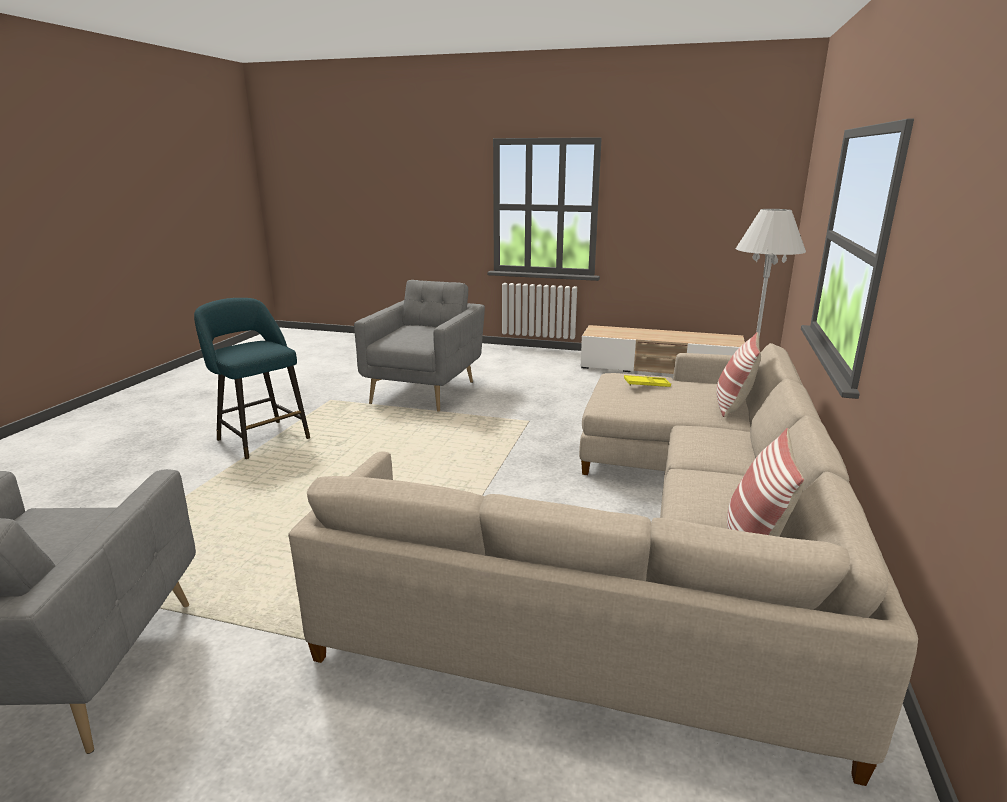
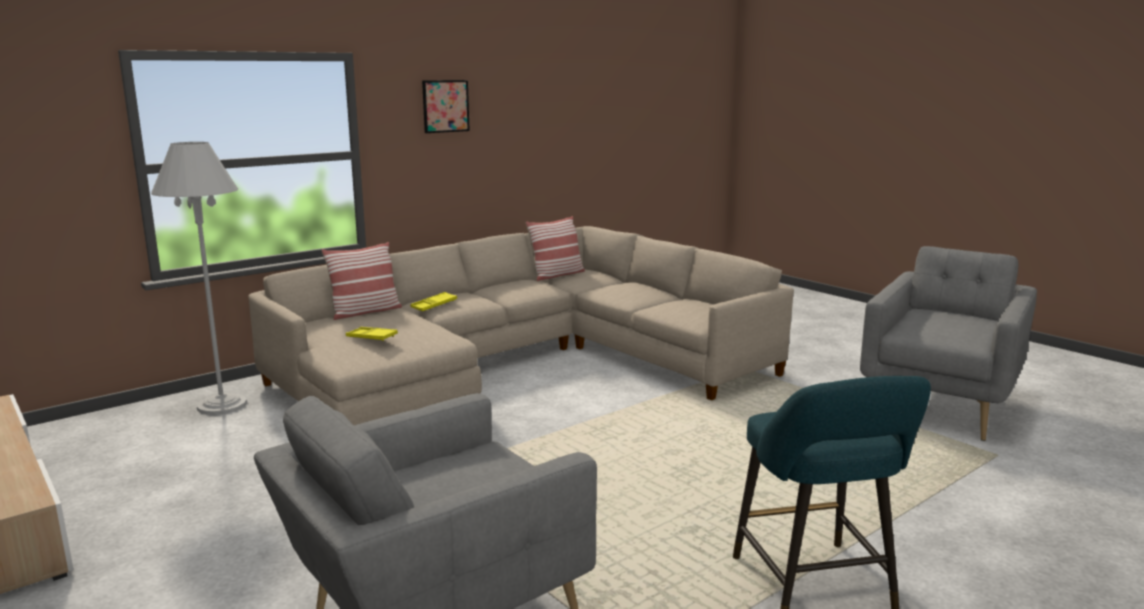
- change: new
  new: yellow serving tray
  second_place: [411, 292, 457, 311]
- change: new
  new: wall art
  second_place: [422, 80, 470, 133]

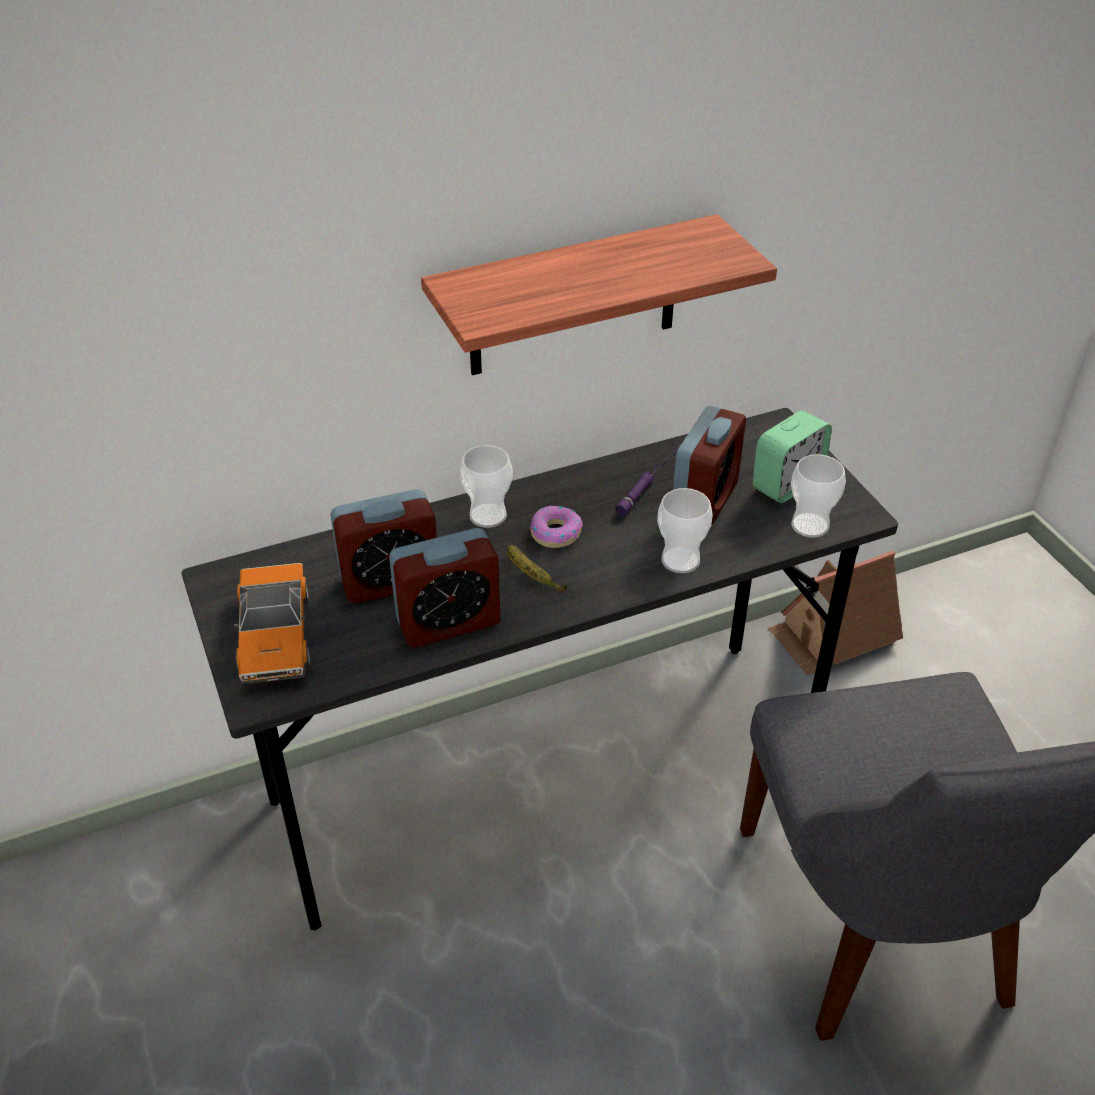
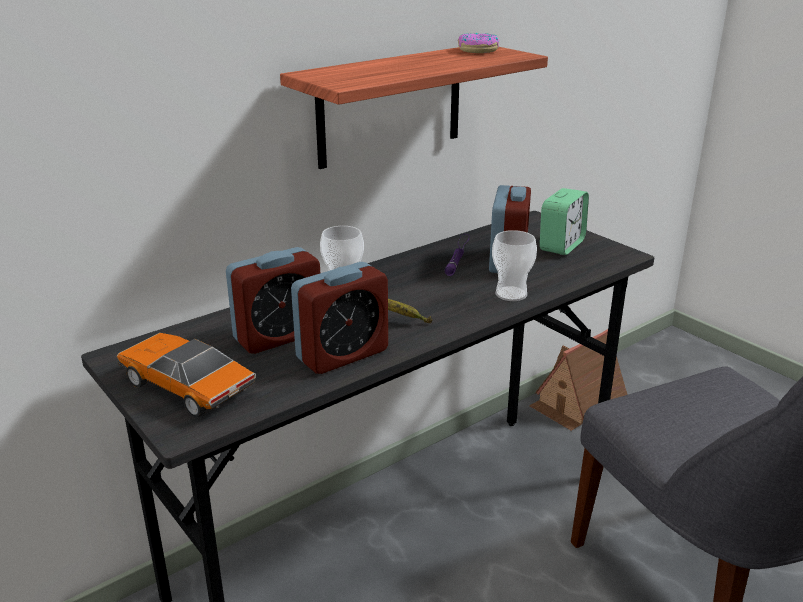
- change: rotated
  old: model car
  first_place: [234, 563, 310, 684]
  second_place: [117, 333, 256, 417]
  degrees: 150
- change: shifted
  old: donut
  first_place: [530, 506, 583, 548]
  second_place: [458, 33, 499, 53]
- change: gone
  old: small cup
  first_place: [791, 454, 846, 538]

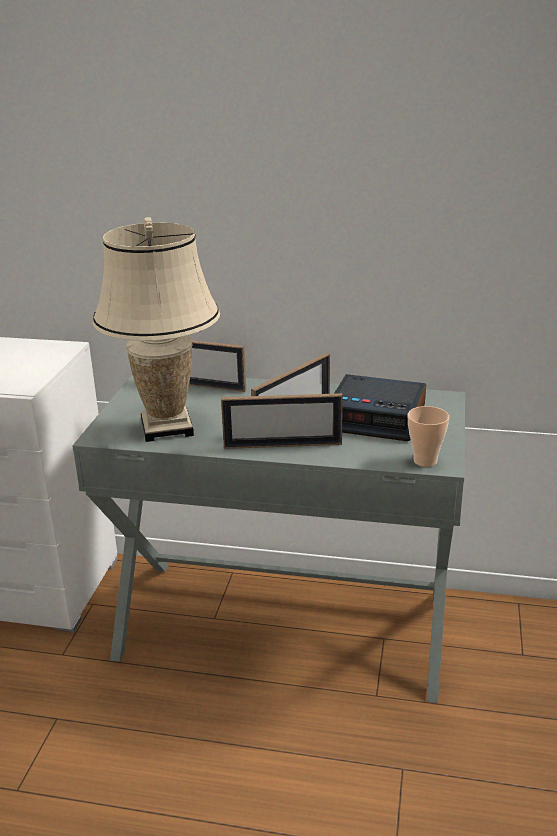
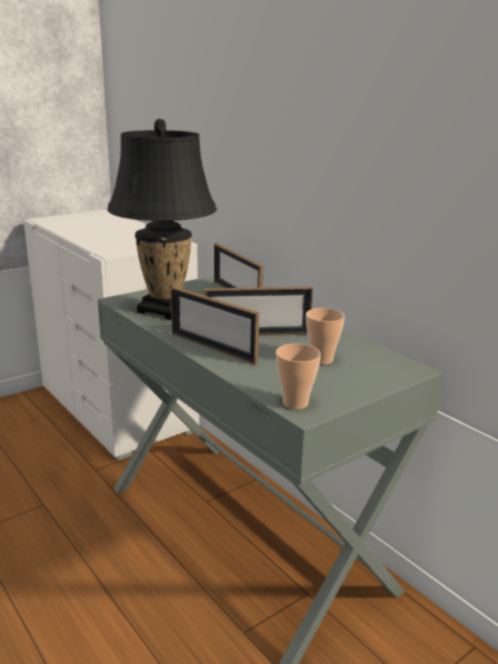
- change: repainted
  old: sand-coloured table lamp
  new: blackish table lamp
  first_place: [92, 217, 220, 442]
  second_place: [107, 119, 217, 320]
- change: swapped
  old: table clock
  new: small cup
  first_place: [334, 374, 426, 441]
  second_place: [306, 308, 345, 365]

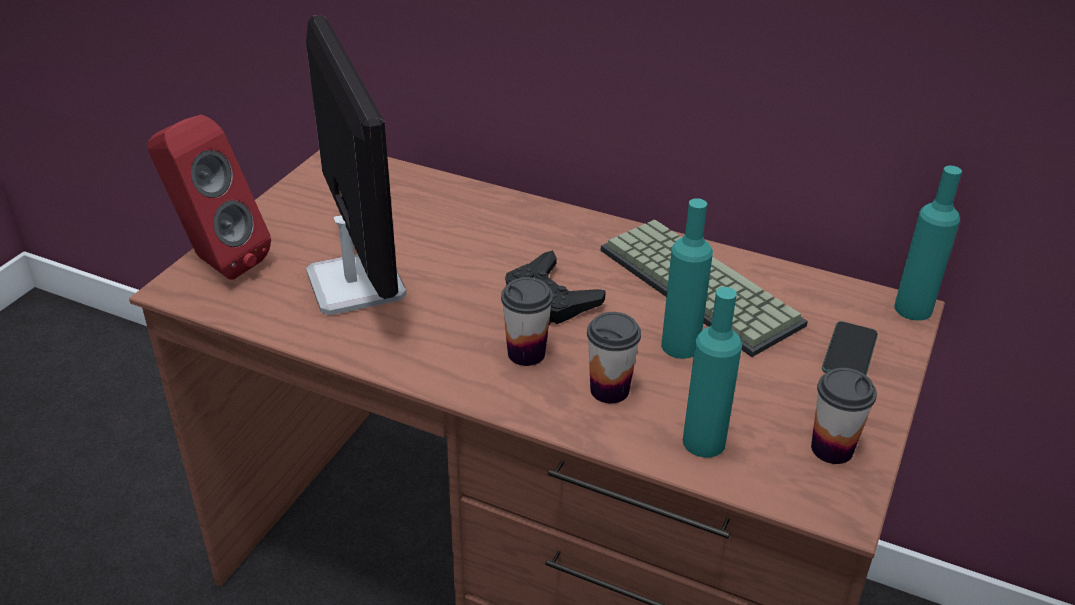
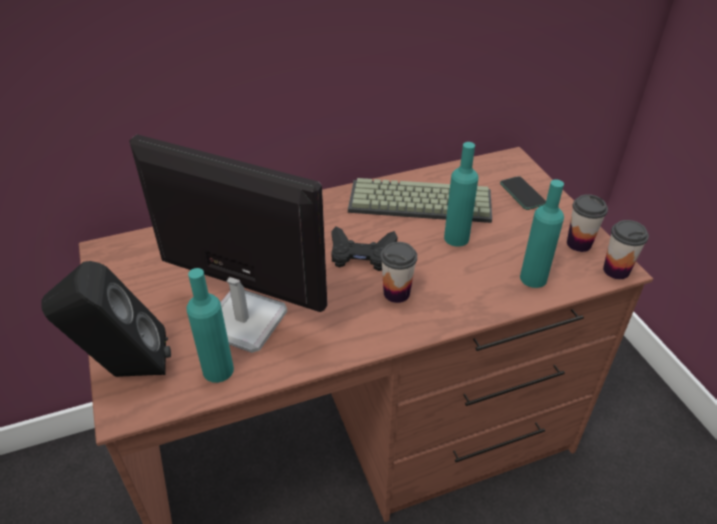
- change: repainted
  old: red audio speaker
  new: blackish audio speaker
  first_place: [148, 114, 271, 280]
  second_place: [41, 261, 171, 377]
- change: shifted
  old: small cup
  first_place: [587, 312, 641, 404]
  second_place: [603, 220, 649, 279]
- change: shifted
  old: turquoise bottle
  first_place: [894, 166, 962, 321]
  second_place: [186, 268, 234, 383]

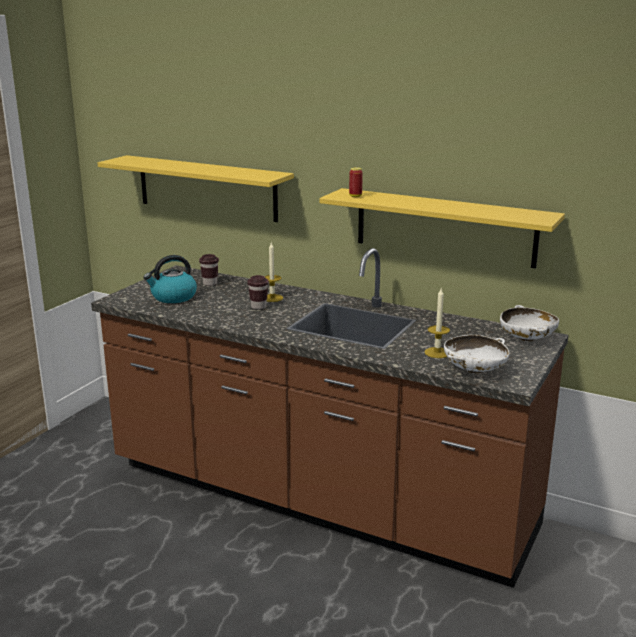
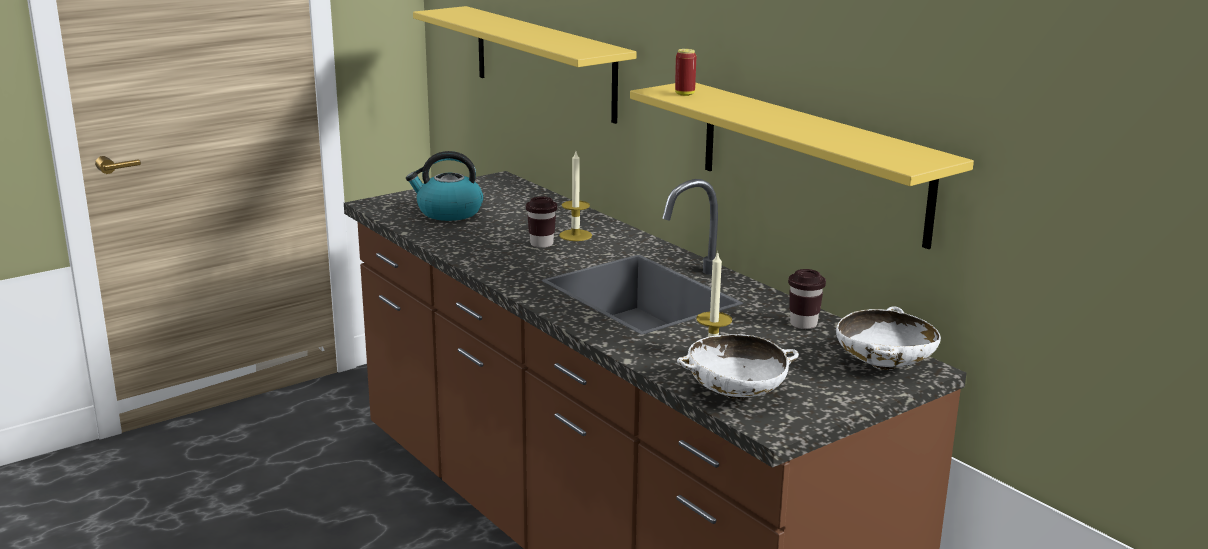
- change: shifted
  old: brownish small cup
  first_place: [199, 254, 219, 286]
  second_place: [788, 269, 826, 329]

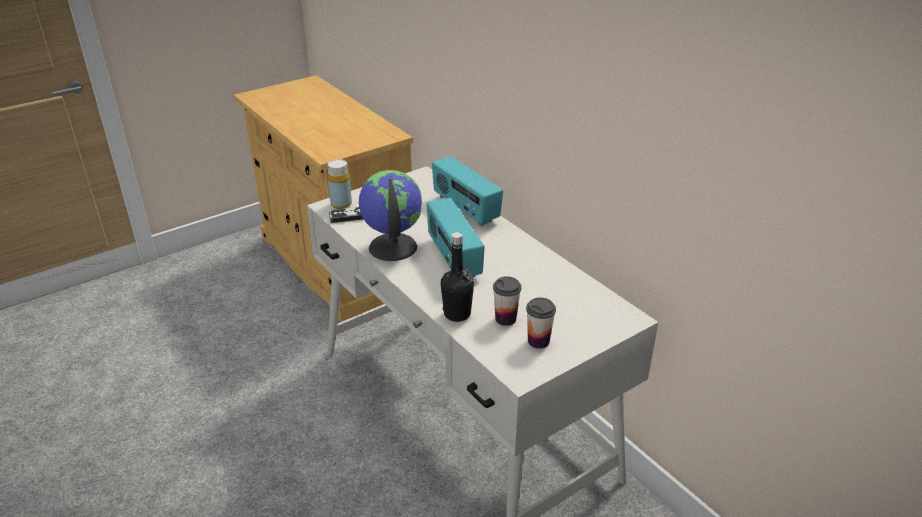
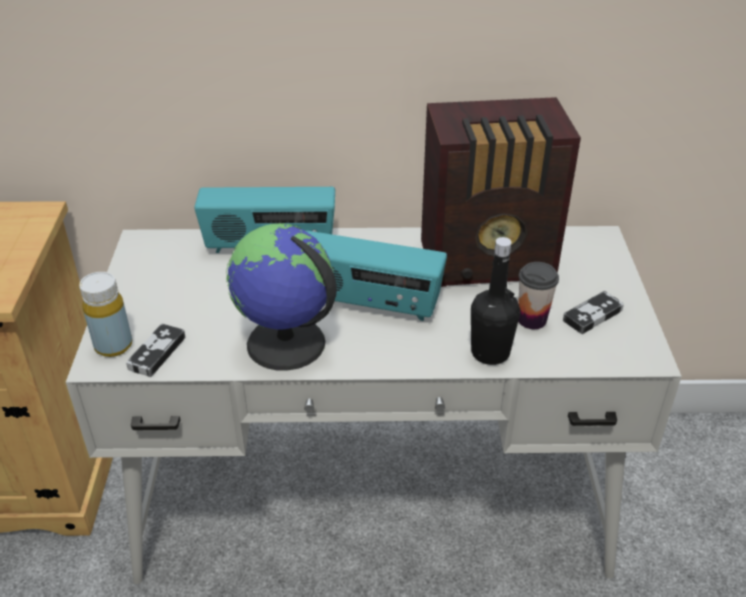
- change: swapped
  old: small cup
  new: gamepad
  first_place: [526, 297, 556, 349]
  second_place: [563, 291, 624, 334]
- change: new
  new: radio set
  second_place: [421, 97, 581, 287]

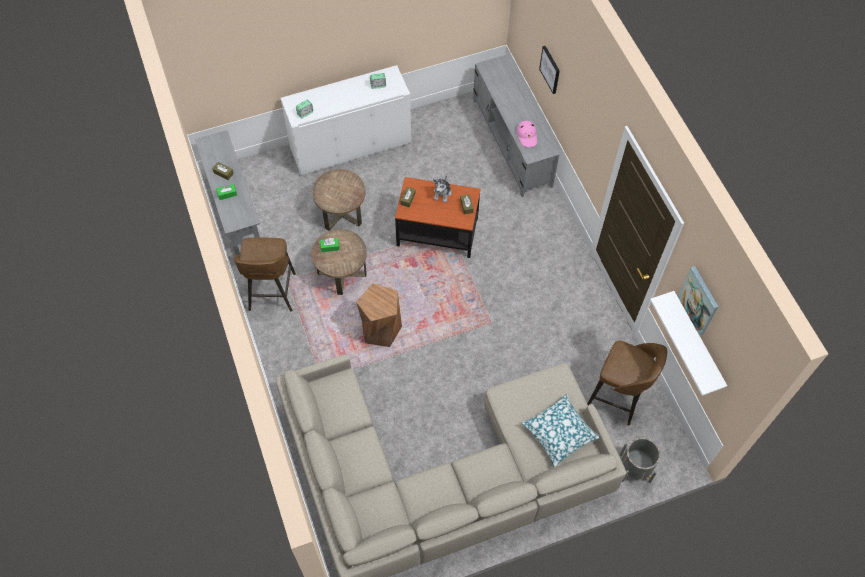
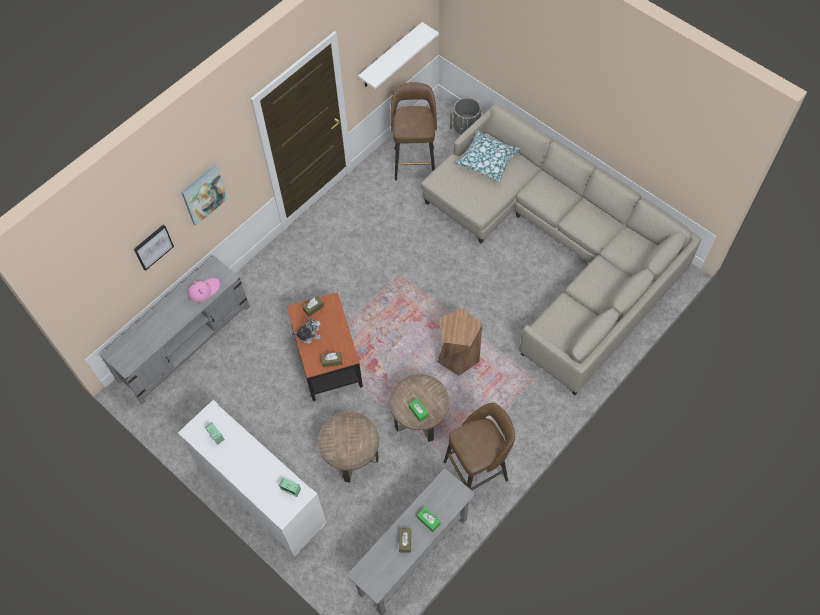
- change: shifted
  old: wall art
  first_place: [678, 266, 718, 336]
  second_place: [181, 165, 228, 226]

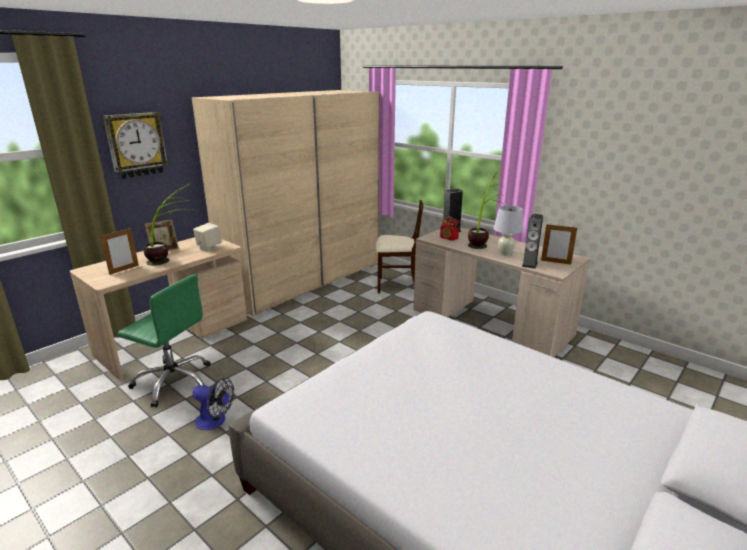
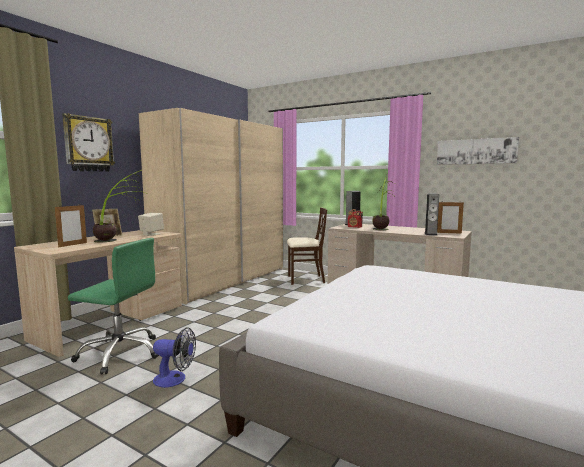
- change: gone
  old: whitish table lamp
  first_place: [494, 205, 523, 256]
- change: new
  new: wall art
  second_place: [437, 137, 519, 165]

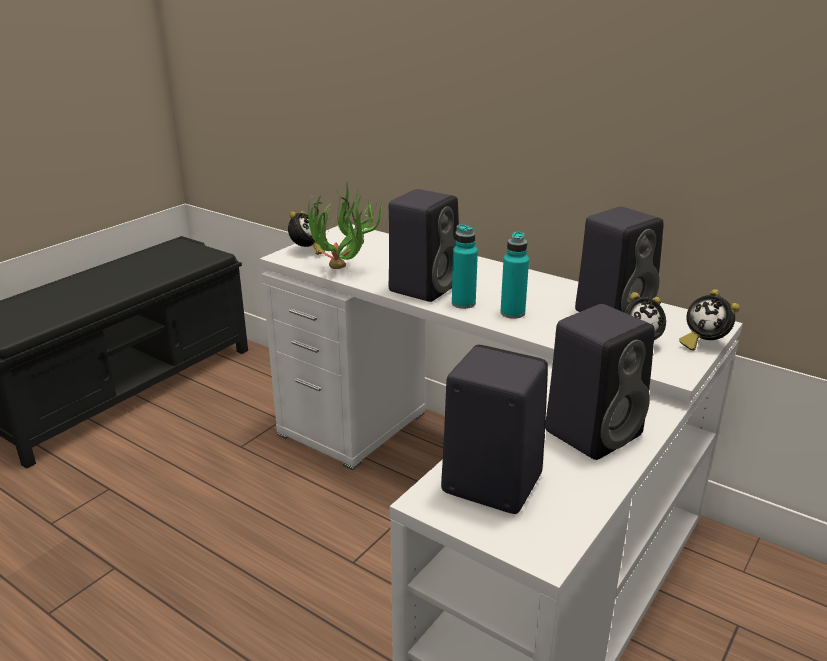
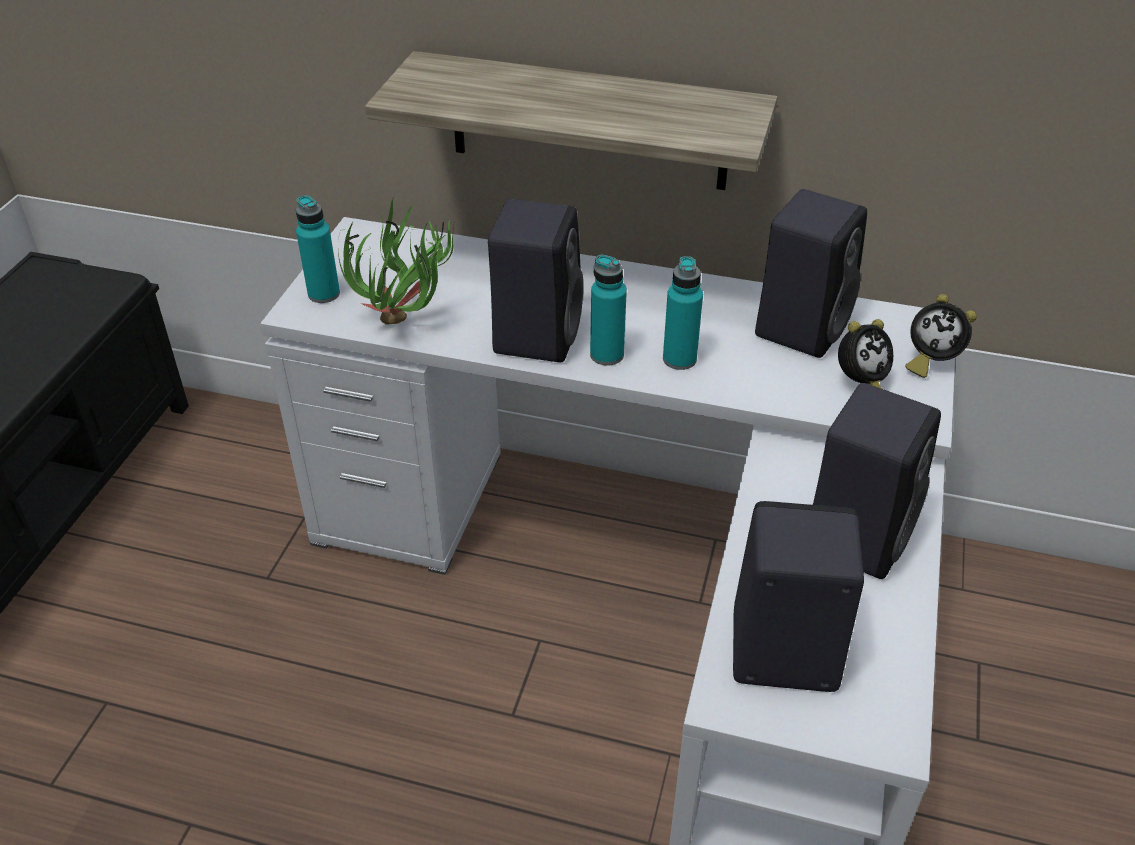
- change: swapped
  old: table clock
  new: turquoise bottle
  first_place: [288, 211, 325, 255]
  second_place: [296, 195, 340, 303]
- change: new
  new: shelf
  second_place: [365, 51, 778, 190]

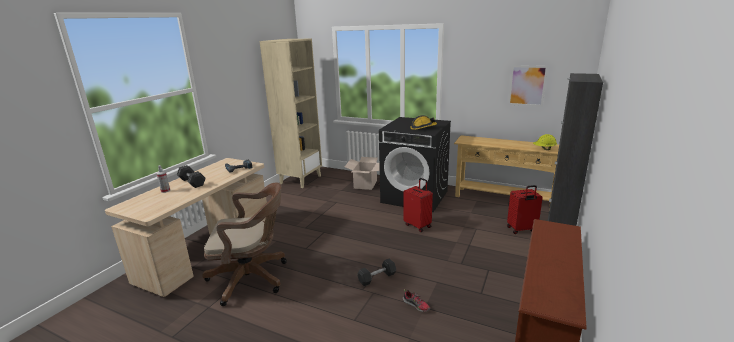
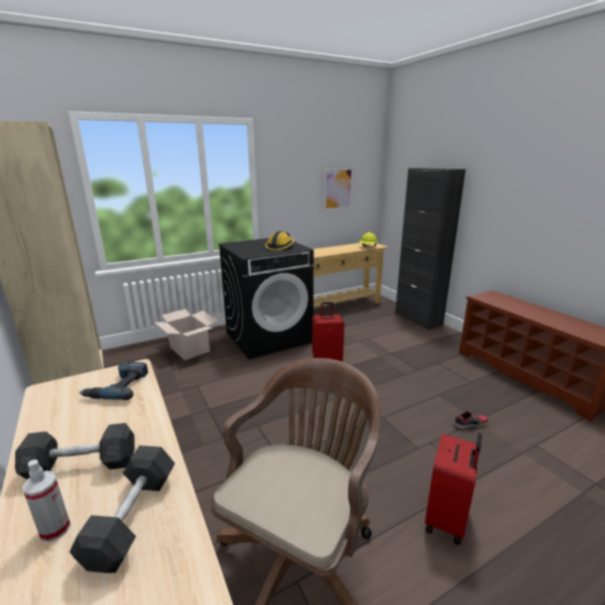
- change: shifted
  old: greyish dumbbell
  first_place: [357, 258, 396, 286]
  second_place: [69, 445, 175, 573]
- change: shifted
  old: red piece of luggage
  first_place: [507, 185, 543, 234]
  second_place: [425, 433, 482, 545]

